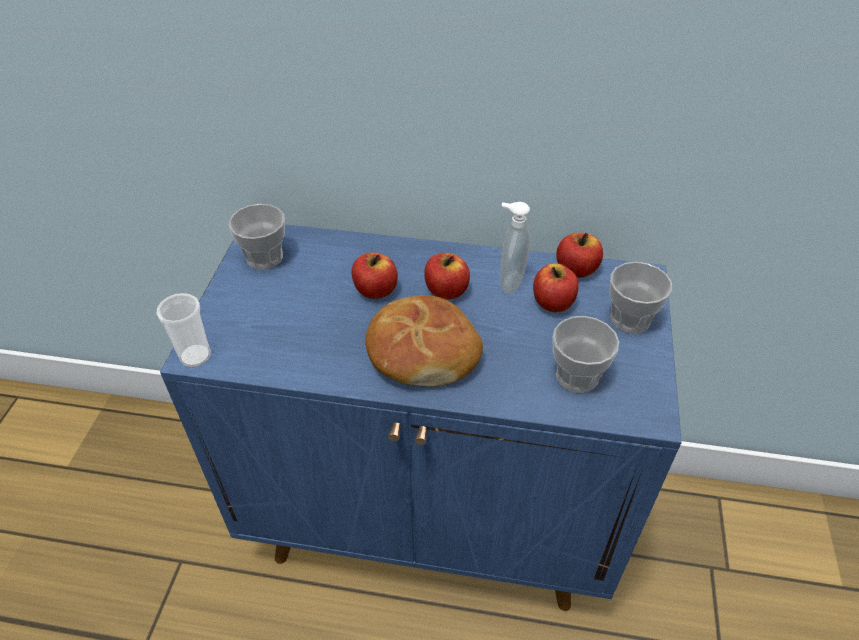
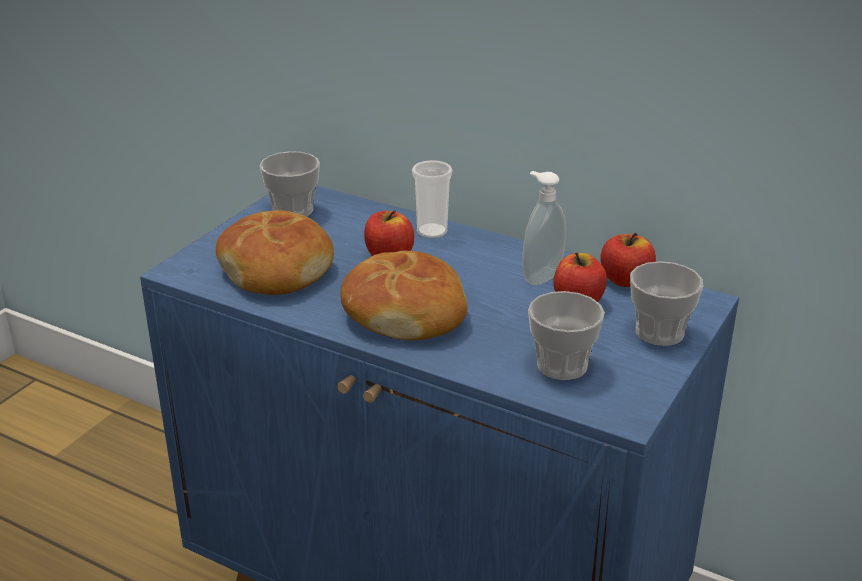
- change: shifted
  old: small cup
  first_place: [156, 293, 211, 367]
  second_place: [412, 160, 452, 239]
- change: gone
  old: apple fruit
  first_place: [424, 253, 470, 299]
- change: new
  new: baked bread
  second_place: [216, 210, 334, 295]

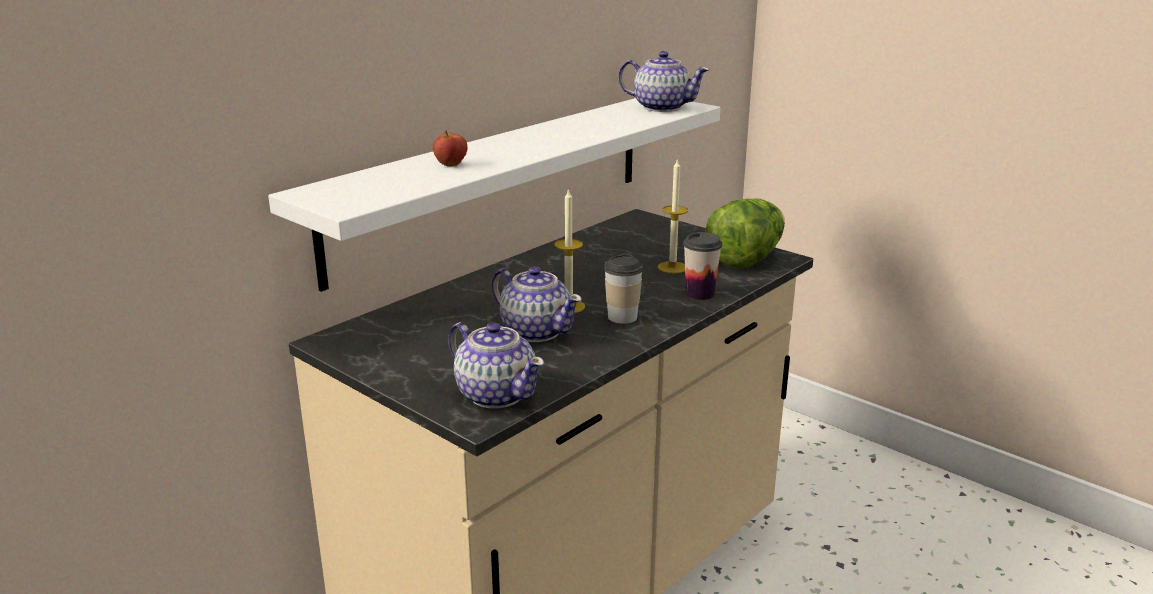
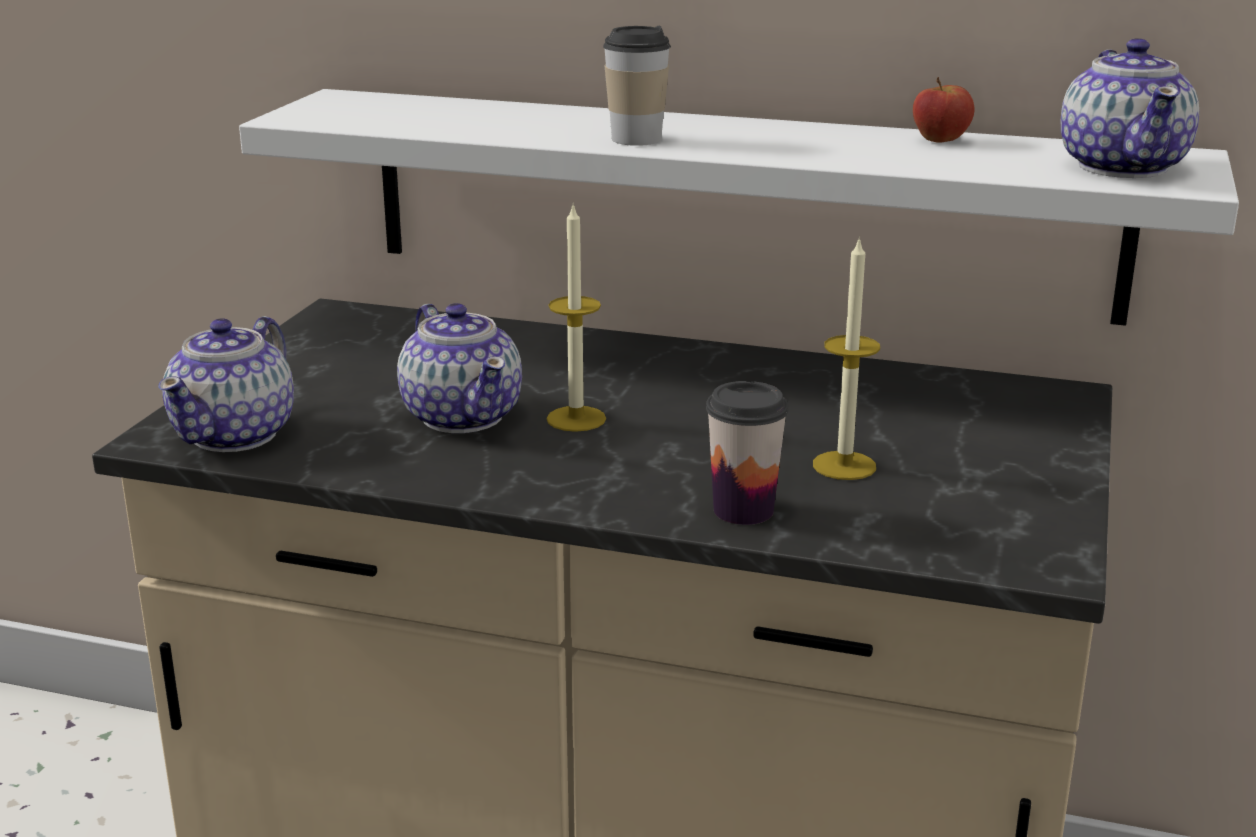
- change: shifted
  old: apple fruit
  first_place: [433, 130, 468, 167]
  second_place: [913, 77, 975, 143]
- change: rotated
  old: pot for tea
  first_place: [492, 266, 582, 342]
  second_place: [397, 303, 522, 433]
  degrees: -45
- change: shifted
  old: small cup
  first_place: [604, 254, 643, 324]
  second_place: [603, 26, 671, 146]
- change: gone
  old: head of lettuce
  first_place: [705, 198, 785, 268]

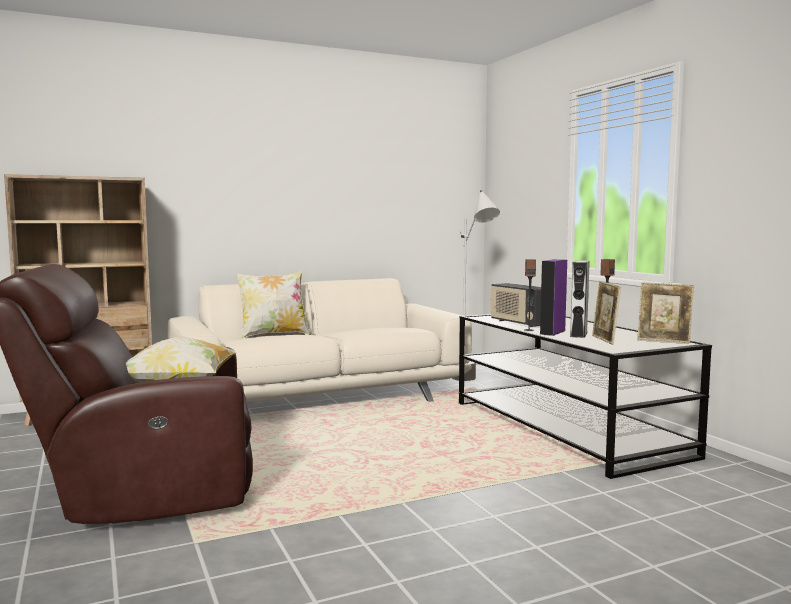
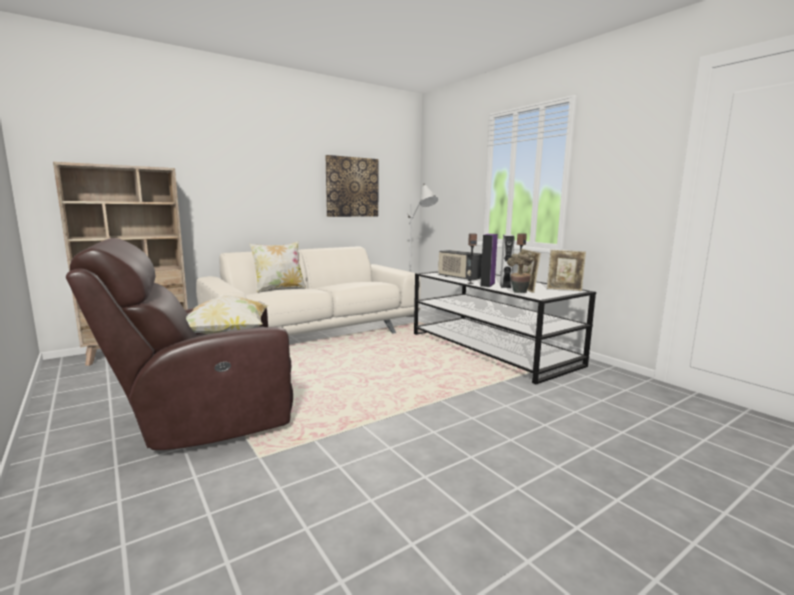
- change: new
  new: wall art
  second_place: [325, 155, 378, 217]
- change: new
  new: potted plant
  second_place: [507, 252, 534, 293]

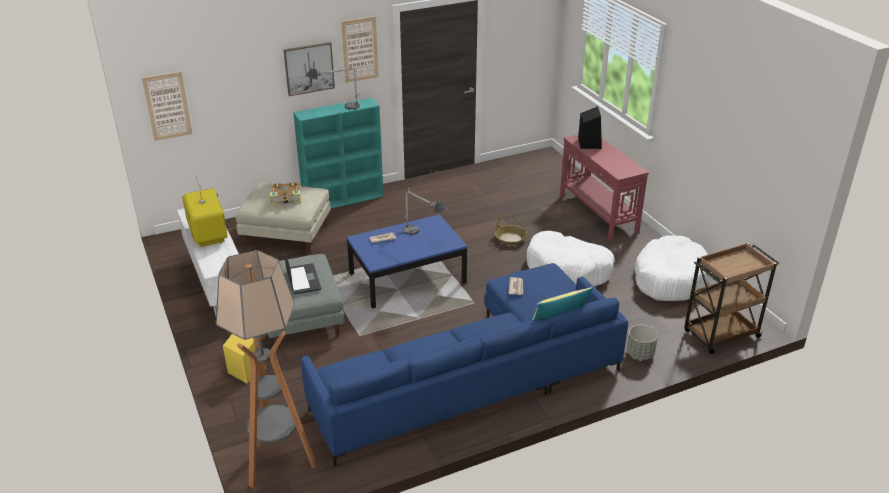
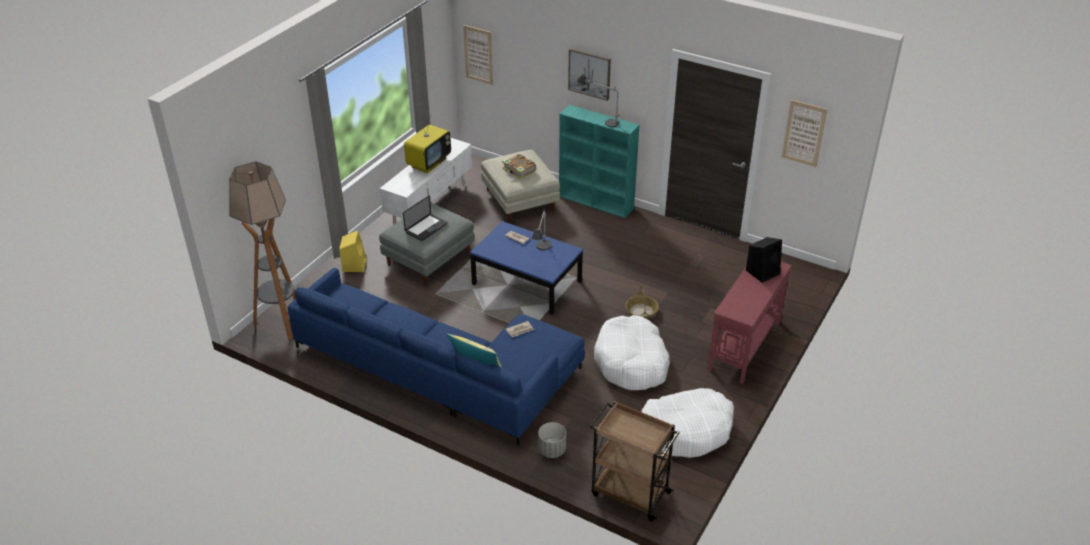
- change: shifted
  old: wall art
  first_place: [341, 16, 378, 83]
  second_place: [782, 100, 827, 167]

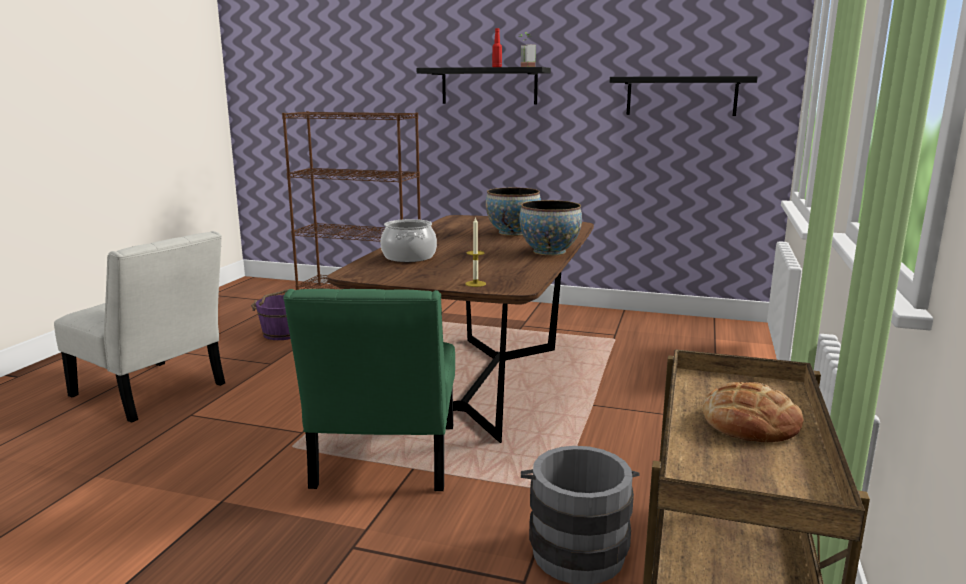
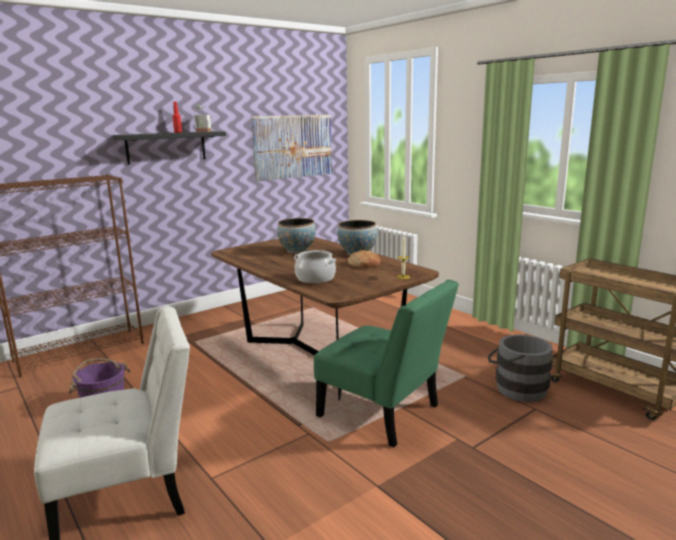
- change: swapped
  old: blackish shelf
  new: wall art
  first_place: [610, 76, 758, 116]
  second_place: [251, 115, 332, 182]
- change: shifted
  old: baked bread
  first_place: [703, 382, 803, 442]
  second_place: [348, 250, 381, 268]

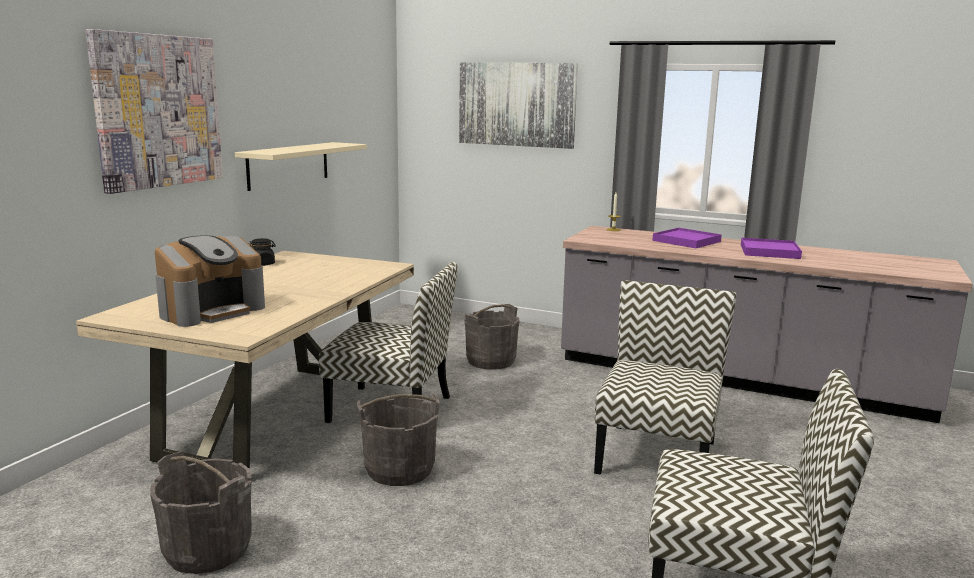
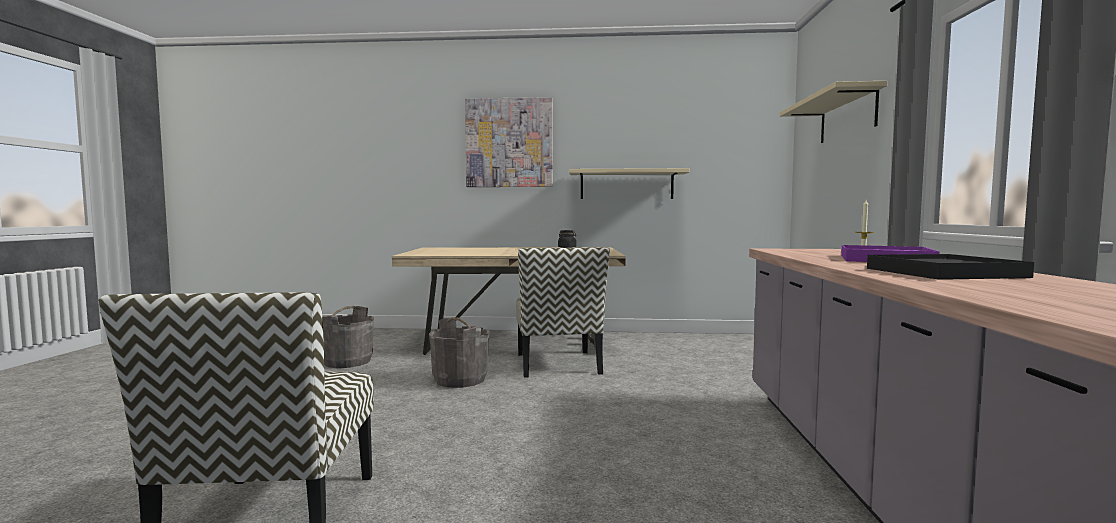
- change: gone
  old: coffee maker
  first_place: [155, 235, 265, 327]
- change: swapped
  old: wall art
  new: sand-coloured shelf
  first_place: [459, 62, 578, 149]
  second_place: [779, 81, 887, 143]
- change: gone
  old: greyish bucket
  first_place: [464, 304, 520, 370]
- change: gone
  old: chair
  first_place: [594, 280, 736, 474]
- change: repainted
  old: purple serving tray
  new: blackish serving tray
  first_place: [741, 238, 802, 259]
  second_place: [867, 254, 1034, 280]

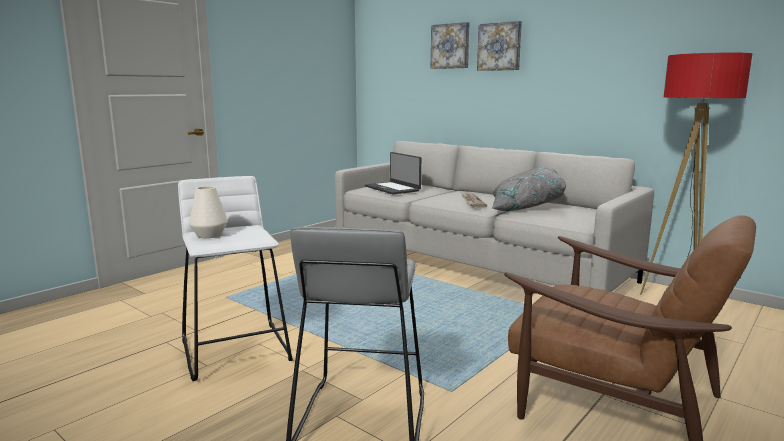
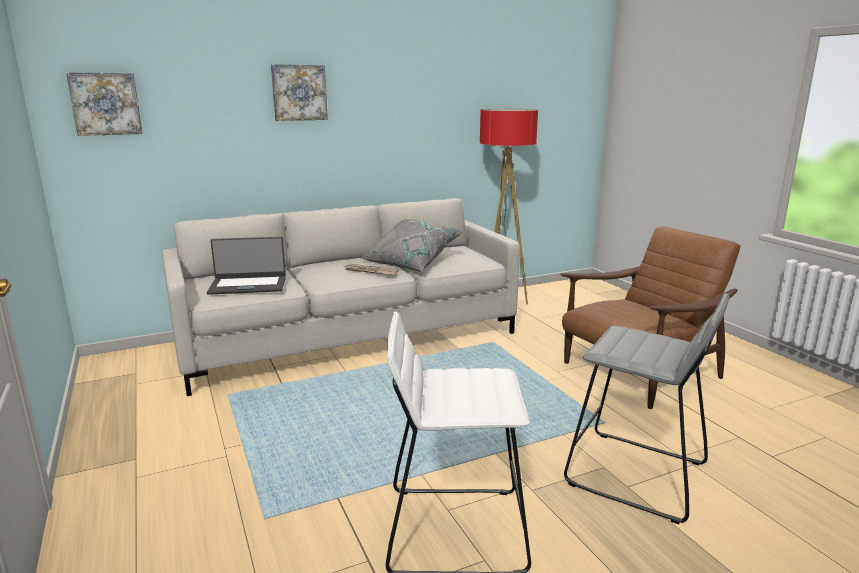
- change: gone
  old: whitish decorative vase
  first_place: [189, 186, 228, 238]
- change: shifted
  old: wall art
  first_place: [431, 22, 469, 69]
  second_place: [66, 72, 142, 136]

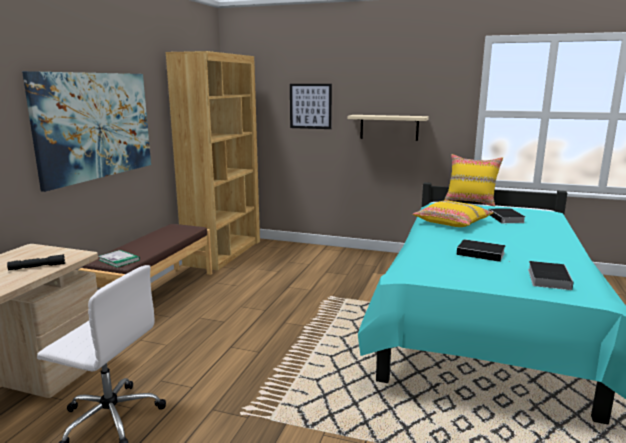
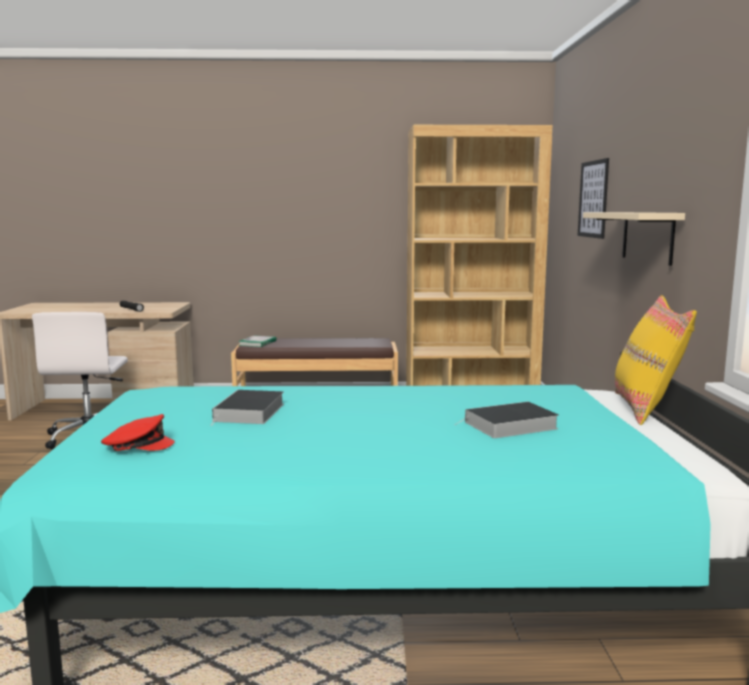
- change: gone
  old: wall art
  first_place: [22, 71, 151, 192]
- change: gone
  old: yellow throw pillow
  first_place: [413, 200, 494, 227]
- change: swapped
  old: book
  new: red cap
  first_place: [528, 261, 574, 290]
  second_place: [101, 414, 175, 451]

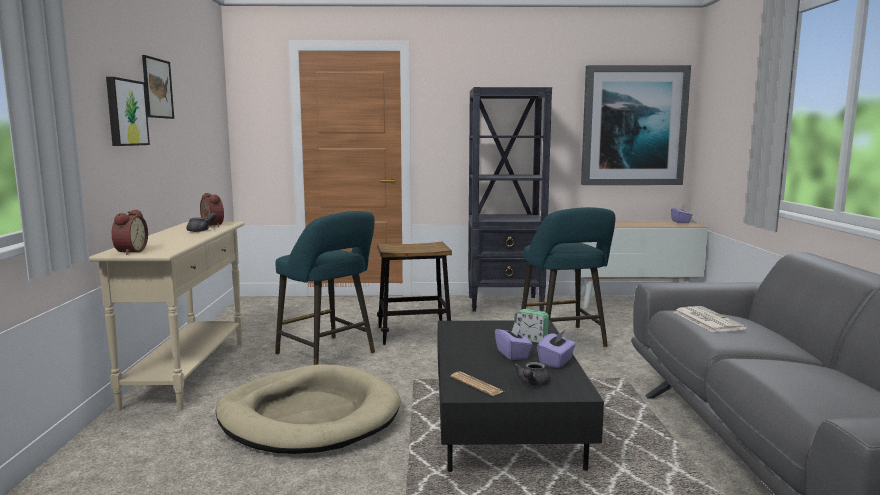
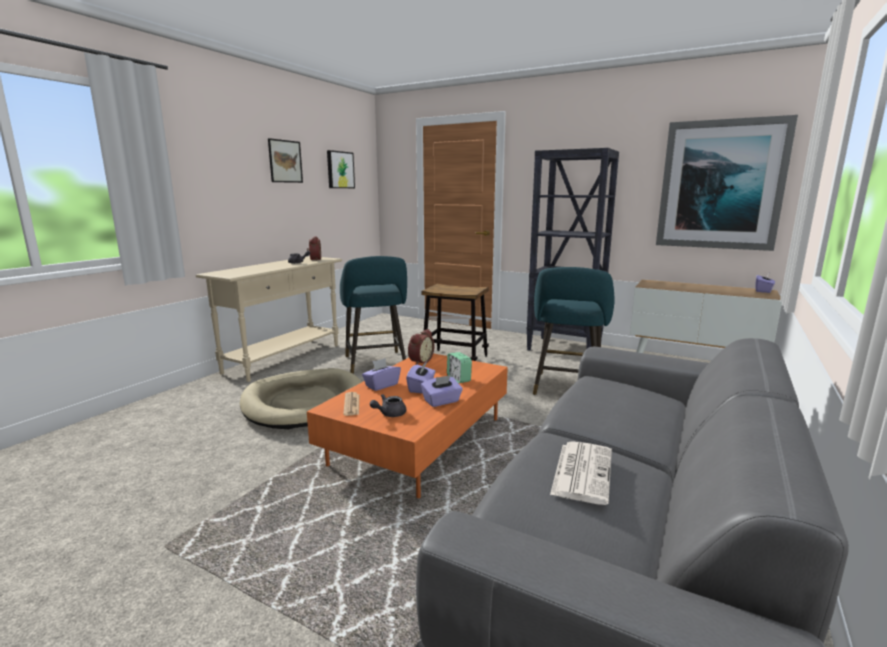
- change: shifted
  old: wall art
  first_place: [106, 77, 150, 146]
  second_place: [327, 150, 355, 188]
- change: shifted
  old: table clock
  first_place: [112, 209, 148, 255]
  second_place: [408, 329, 435, 365]
- change: repainted
  old: blackish coffee table
  new: orange coffee table
  first_place: [437, 320, 604, 472]
  second_place: [307, 353, 508, 498]
- change: shifted
  old: newspaper
  first_place: [674, 306, 747, 332]
  second_place: [550, 441, 612, 505]
- change: new
  new: purple box of tissues
  second_place: [362, 358, 401, 391]

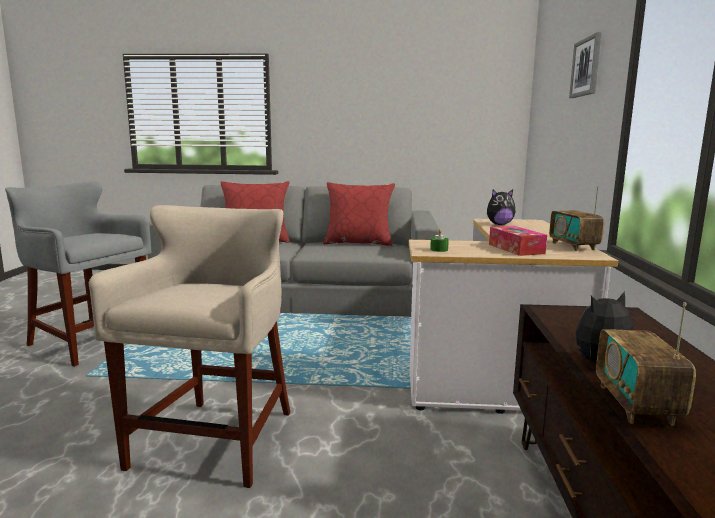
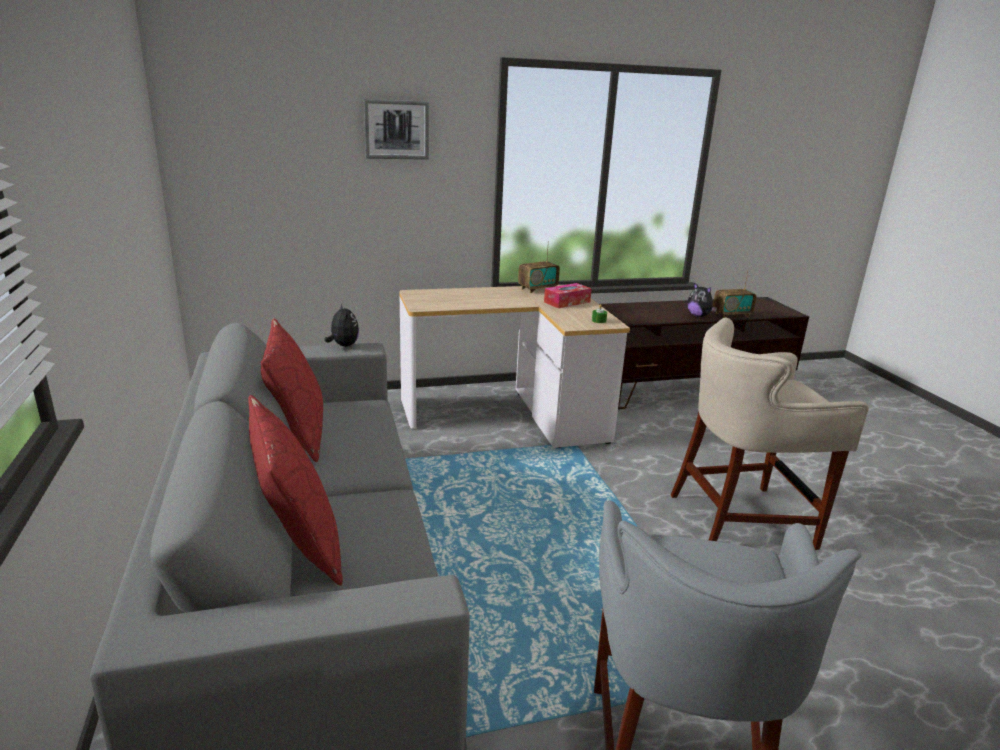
- change: shifted
  old: plush toy
  first_place: [487, 190, 516, 225]
  second_place: [325, 304, 359, 347]

